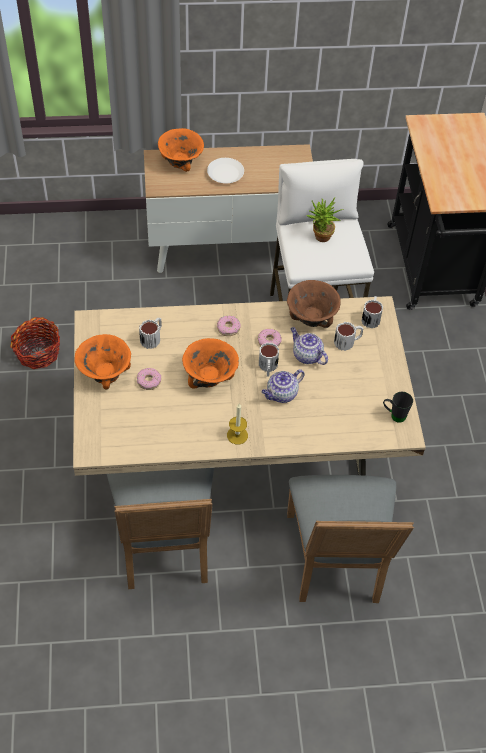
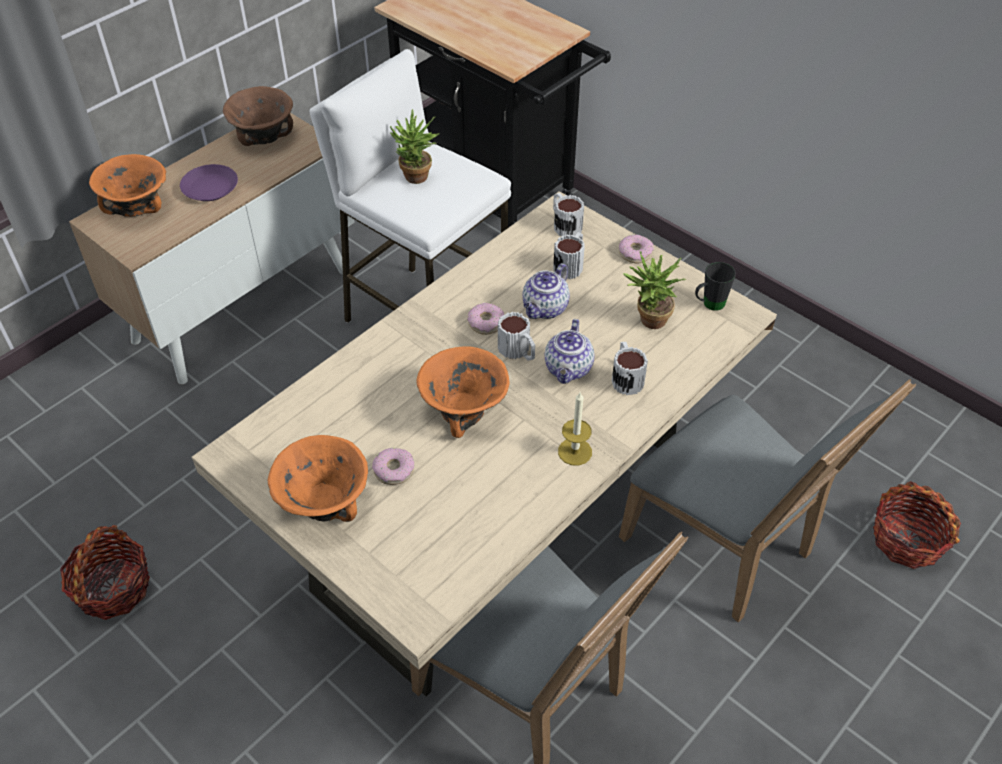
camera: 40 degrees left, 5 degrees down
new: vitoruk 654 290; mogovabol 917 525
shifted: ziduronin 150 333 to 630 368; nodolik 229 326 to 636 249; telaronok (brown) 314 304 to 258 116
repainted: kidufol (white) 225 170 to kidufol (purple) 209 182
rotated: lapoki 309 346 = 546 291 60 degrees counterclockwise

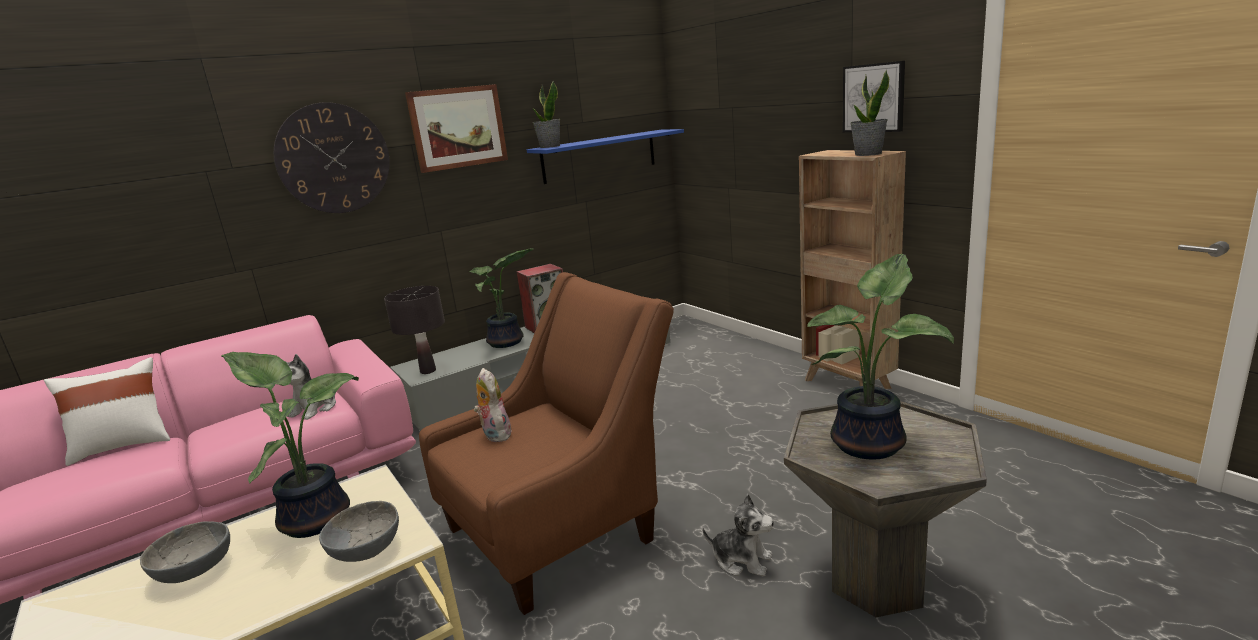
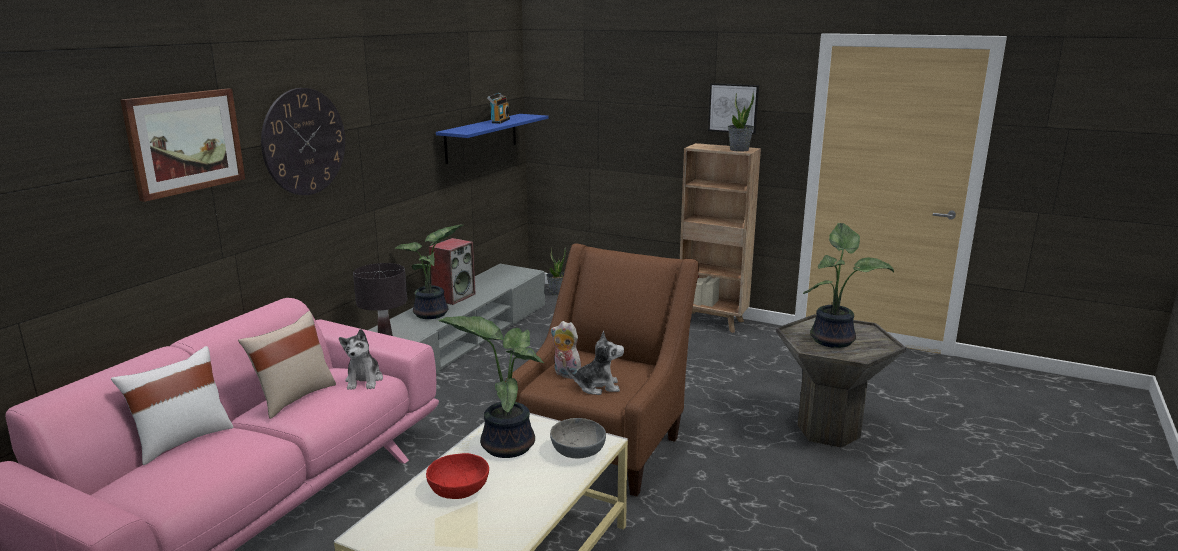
camera: 30 degrees left, 0 degrees up
new: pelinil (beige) 287 365; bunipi 498 108
shifted: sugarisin 456 128 to 182 145; vitoruk 546 114 to 556 271; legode 738 535 to 595 363
repainted: telaronok (grey) 185 552 to telaronok (red) 457 476

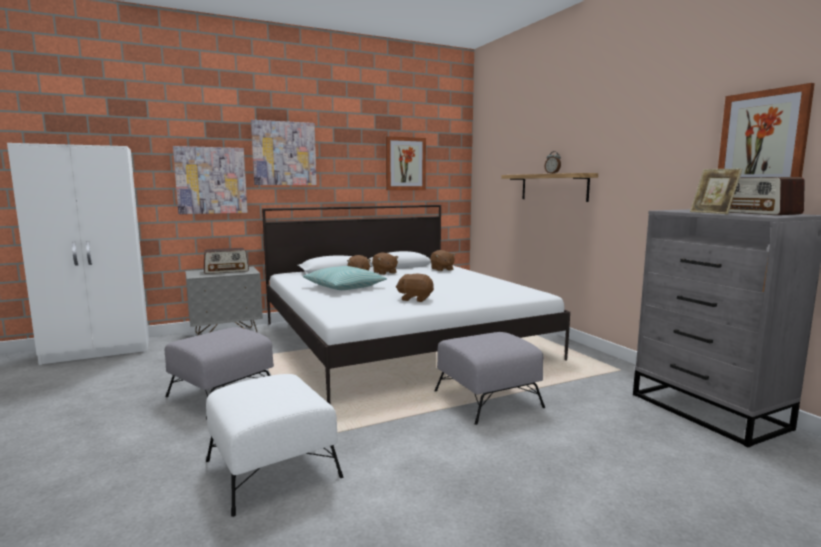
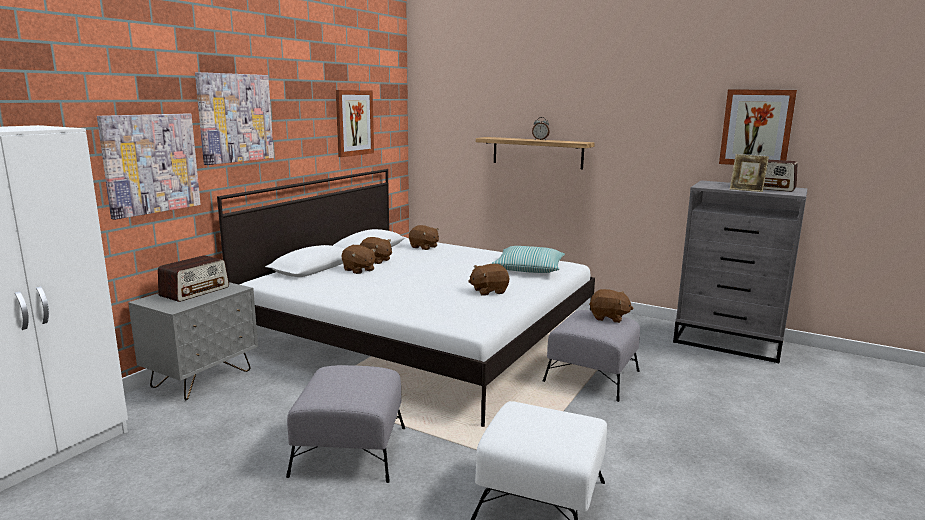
camera: 35 degrees left, 5 degrees up
new: legode (brown) 611 306
shifted: pelinil 345 278 to 528 259

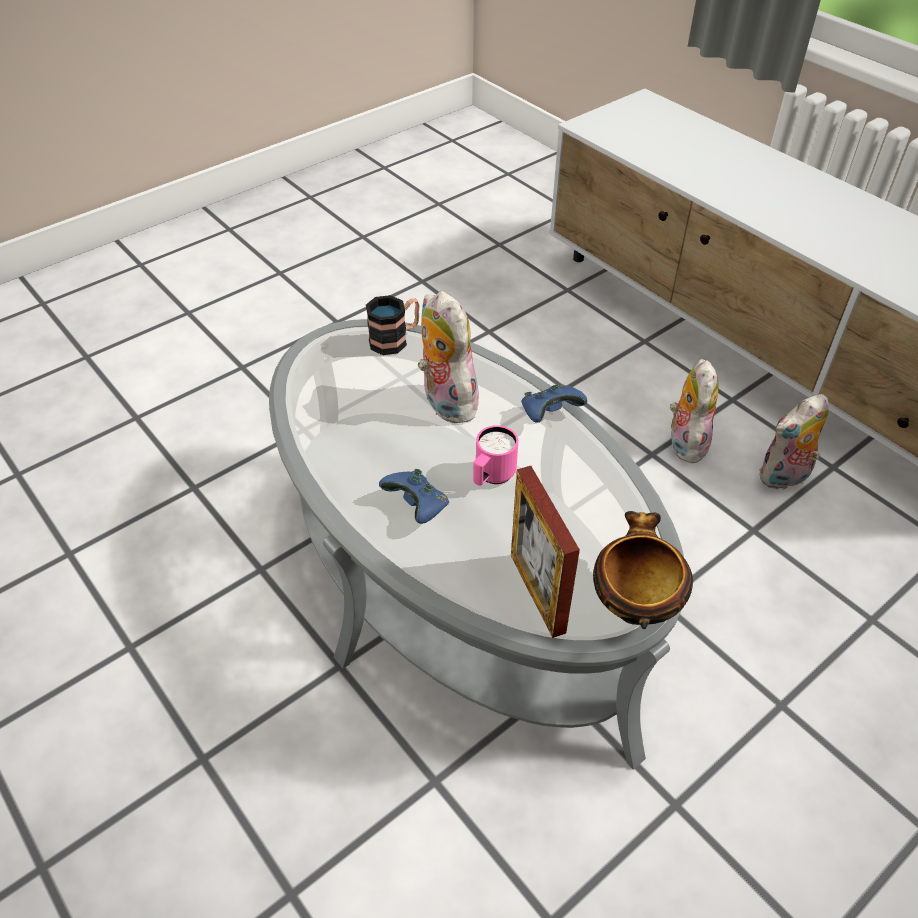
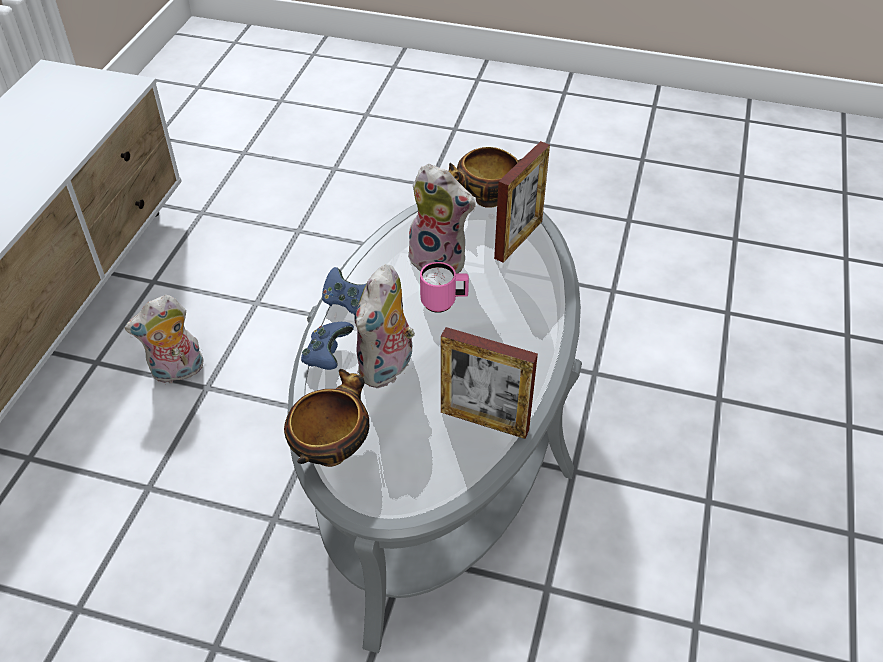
camera: 125 degrees left, 0 degrees up
new: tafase 489 383
shifted: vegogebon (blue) 414 496 to 327 346; legode 794 442 to 442 219
swapped: ziduronin 393 325 to telaronok 326 418

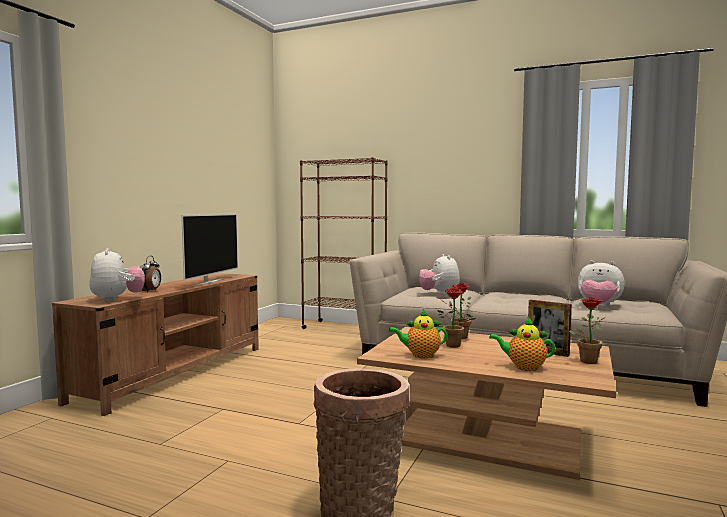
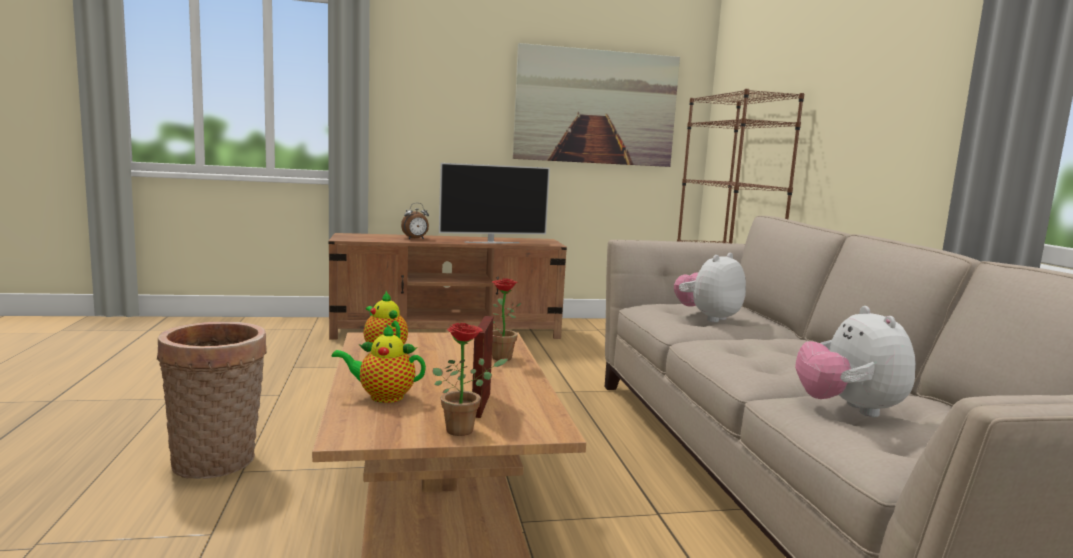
camera: 55 degrees right, 5 degrees up
gone: legode 117 275; vitoruk 457 317
new: sugarisin 596 105
rotated: lapoki 522 344 = 379 363 75 degrees counterclockwise

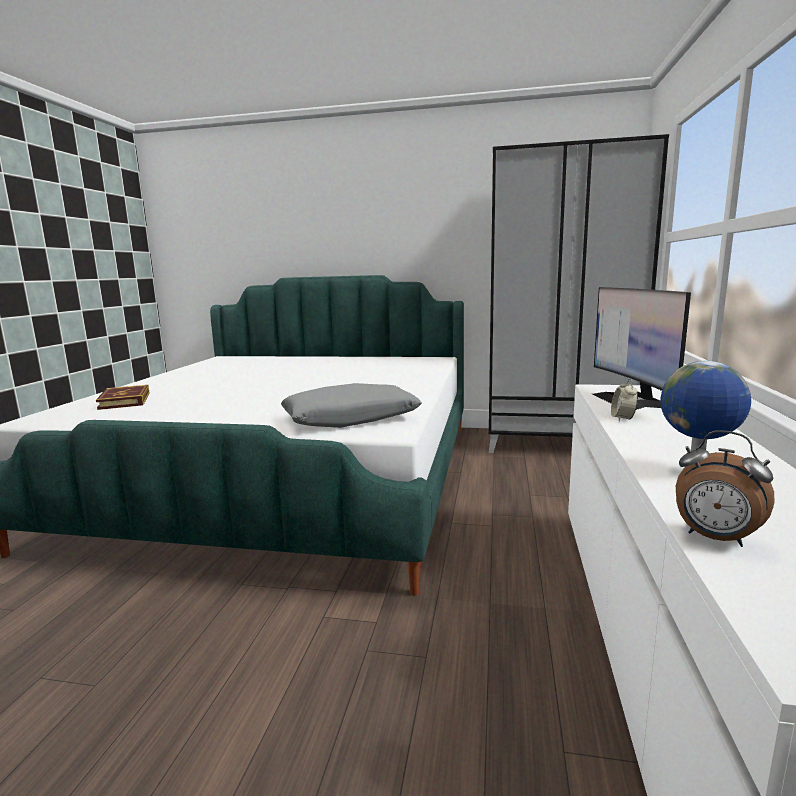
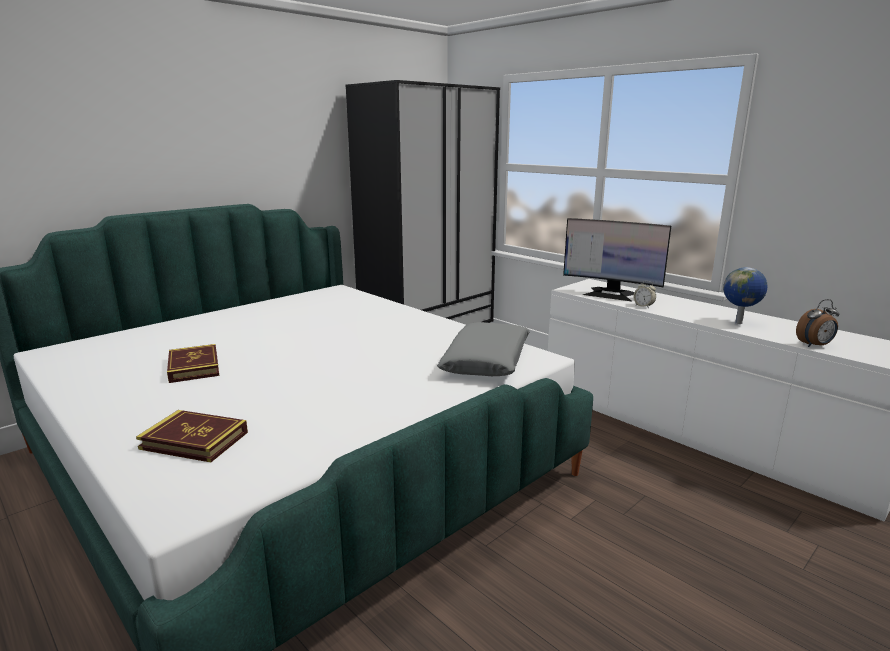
camera: 55 degrees left, 5 degrees up
new: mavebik 193 363

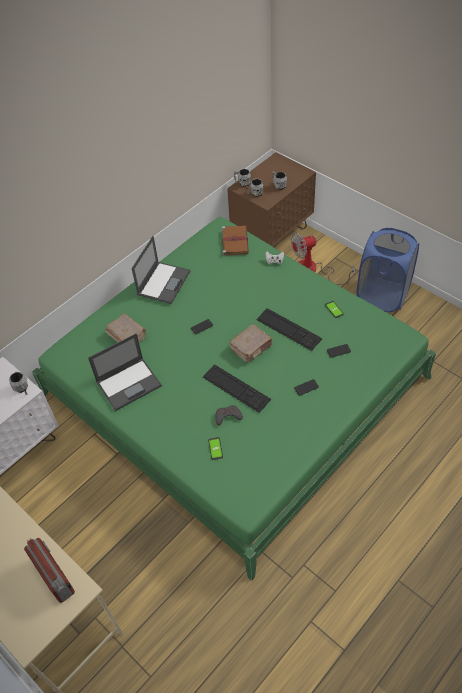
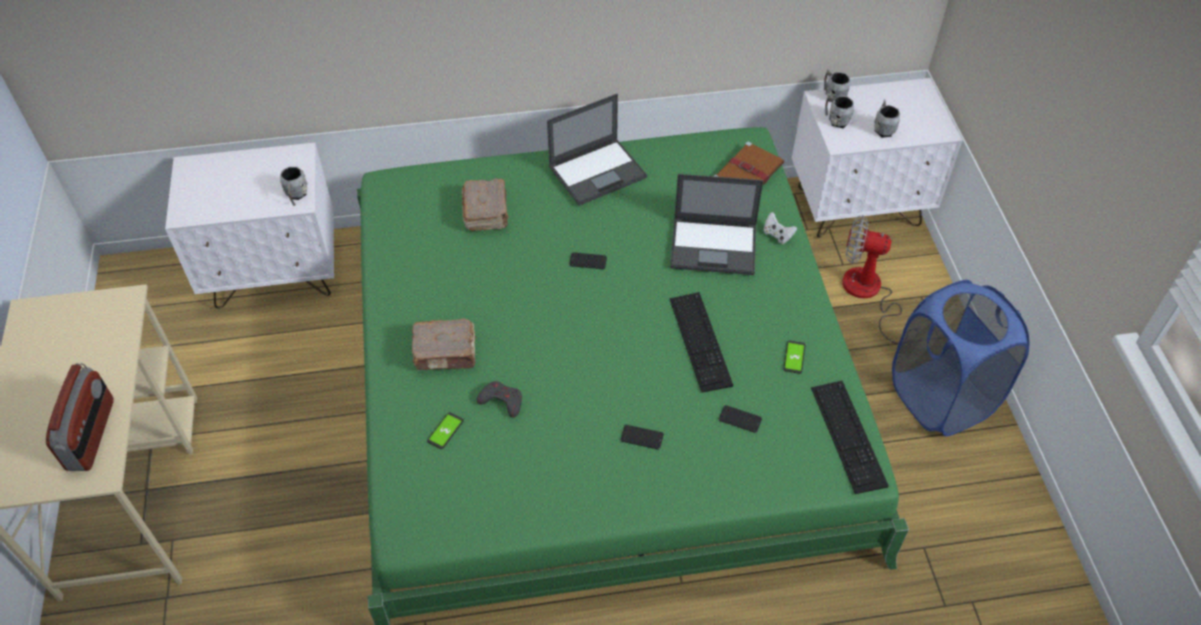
camera: 35 degrees right, 0 degrees up
shifted: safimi 125 372 to 716 224; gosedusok 237 388 to 850 437; mavebik (brown) 250 343 to 444 344
repainted: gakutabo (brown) 271 199 to gakutabo (white) 877 158

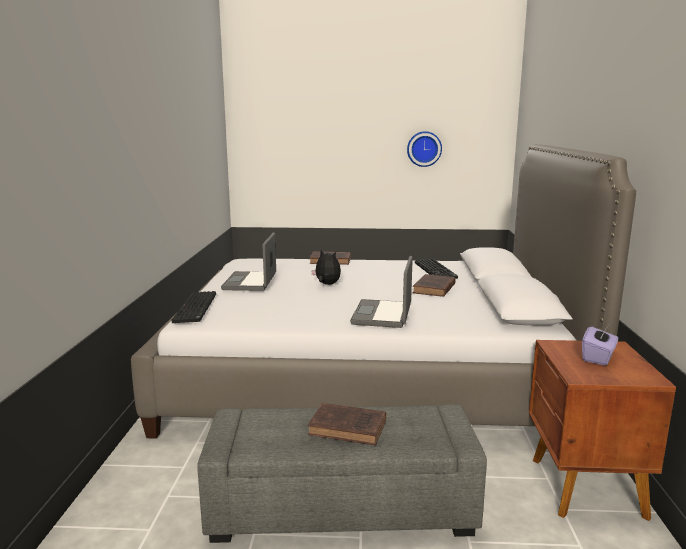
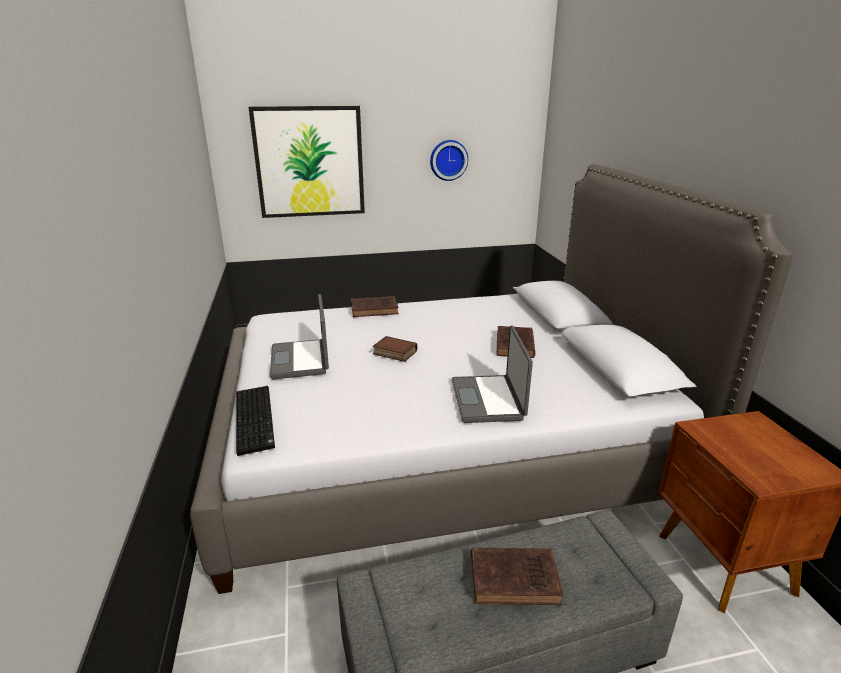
camera: 15 degrees left, 10 degrees up
gone: gosedusok 436 269; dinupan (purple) 600 345
new: sugarisin 307 162
swapped: legode 326 267 to mavebik 395 349

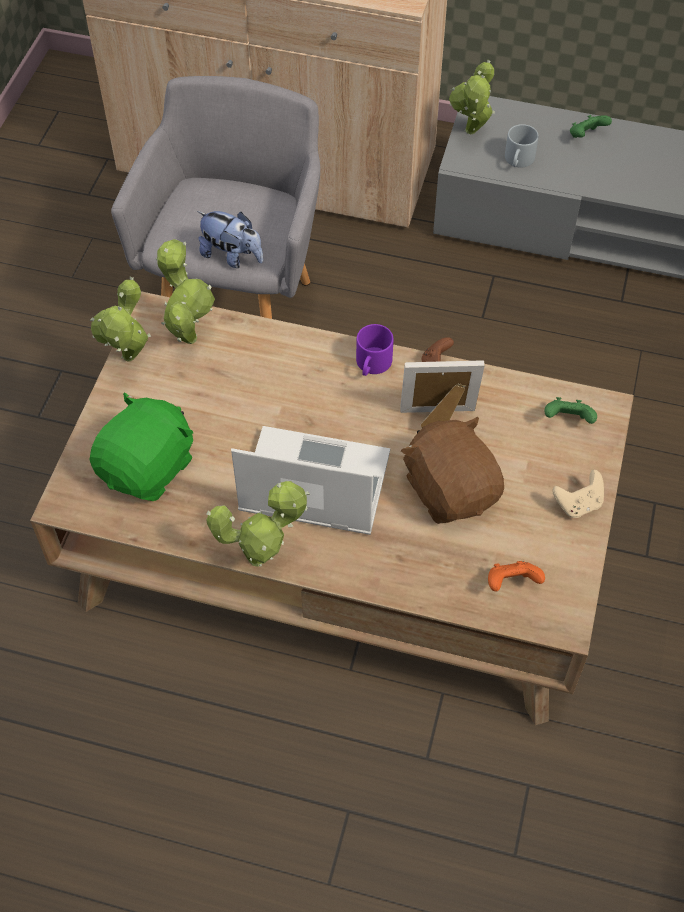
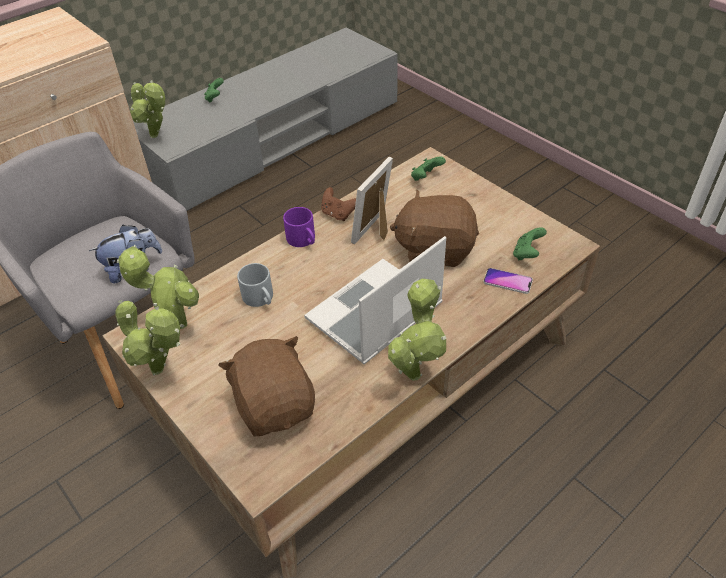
camera: 55 degrees left, 10 degrees down
gone: vegogebon (beige) 578 494
new: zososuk 508 281
shifted: ziduronin (grey) 522 146 to 255 285
repainted: legode (green) 141 447 to legode (brown) 266 386; vegogebon (orange) 516 576 to vegogebon (green) 530 244

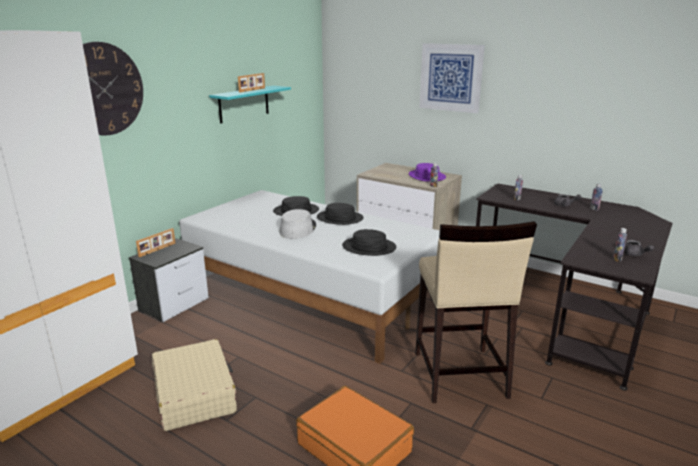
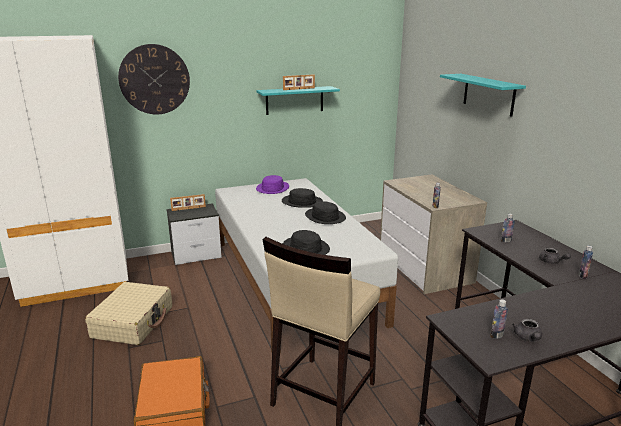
camera: 35 degrees right, 0 degrees up
gone: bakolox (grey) 298 224
shifted: bakolox (purple) 427 172 to 272 184
swapped: sugarisin 452 78 to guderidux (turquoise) 483 95

